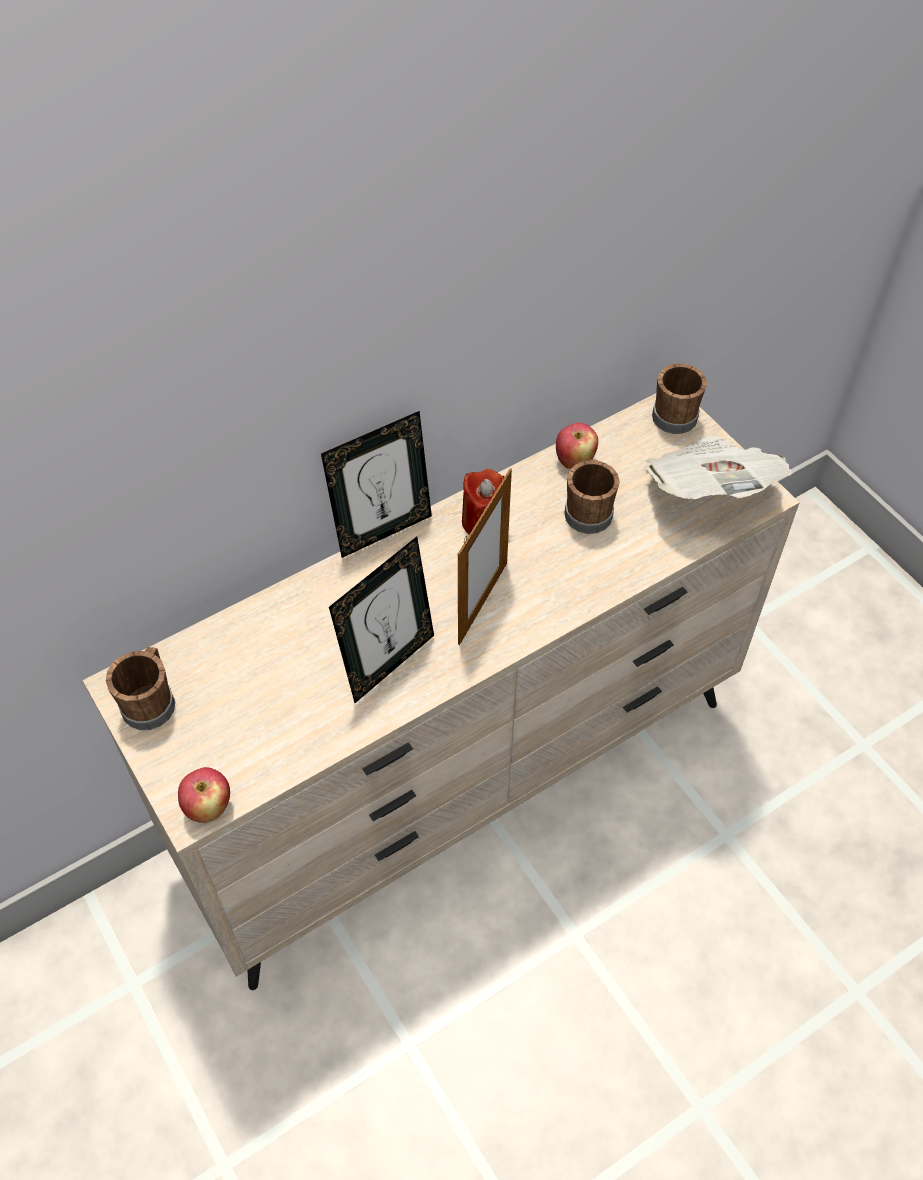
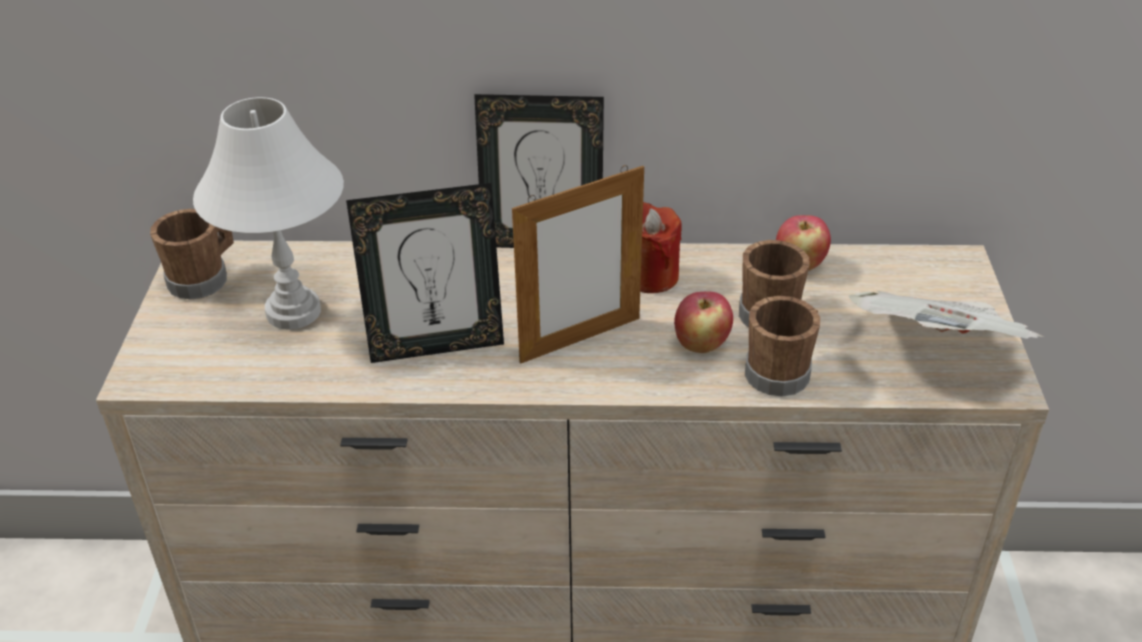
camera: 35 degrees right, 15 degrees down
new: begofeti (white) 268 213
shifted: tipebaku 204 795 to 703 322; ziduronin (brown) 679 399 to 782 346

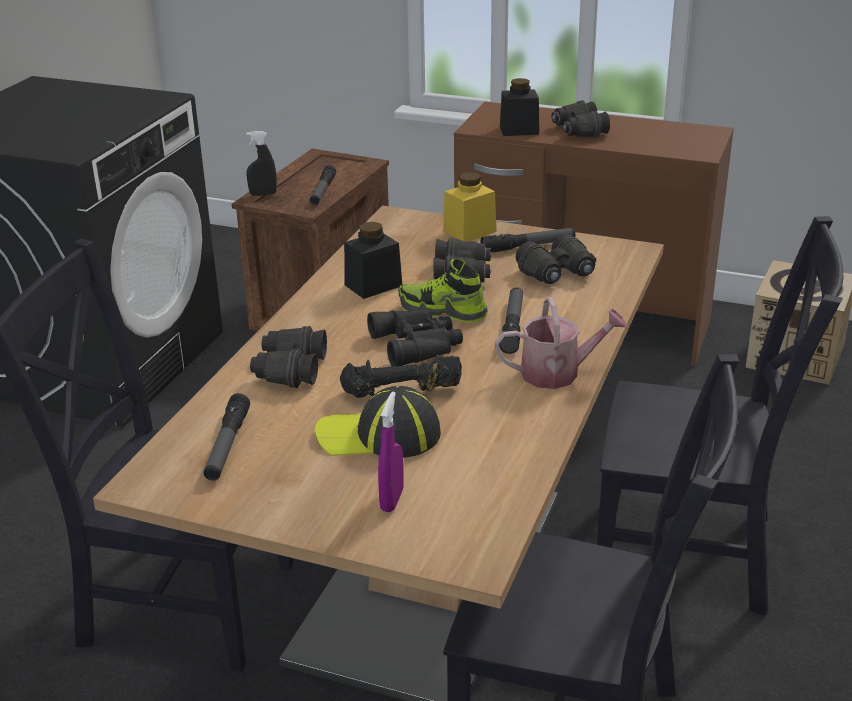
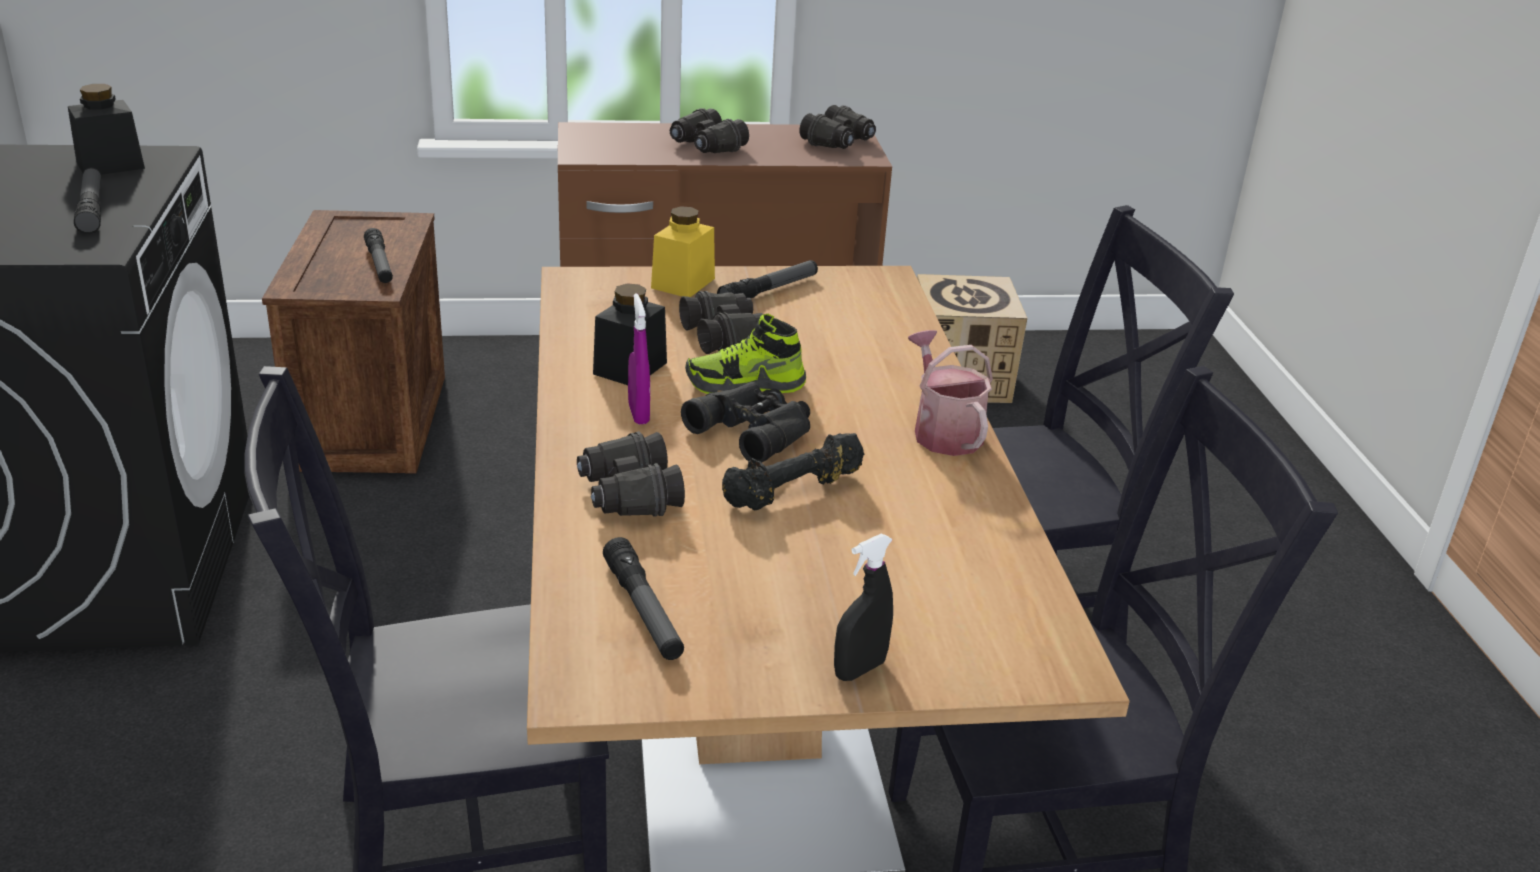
camera: 30 degrees left, 0 degrees up
gone: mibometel 378 422
shifted: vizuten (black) 261 163 to 863 607; vizuten (purple) 391 451 to 639 359; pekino 511 321 to 87 201; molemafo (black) 519 107 to 106 129; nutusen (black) 556 259 to 837 127
rotated: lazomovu 561 343 = 950 393 75 degrees counterclockwise

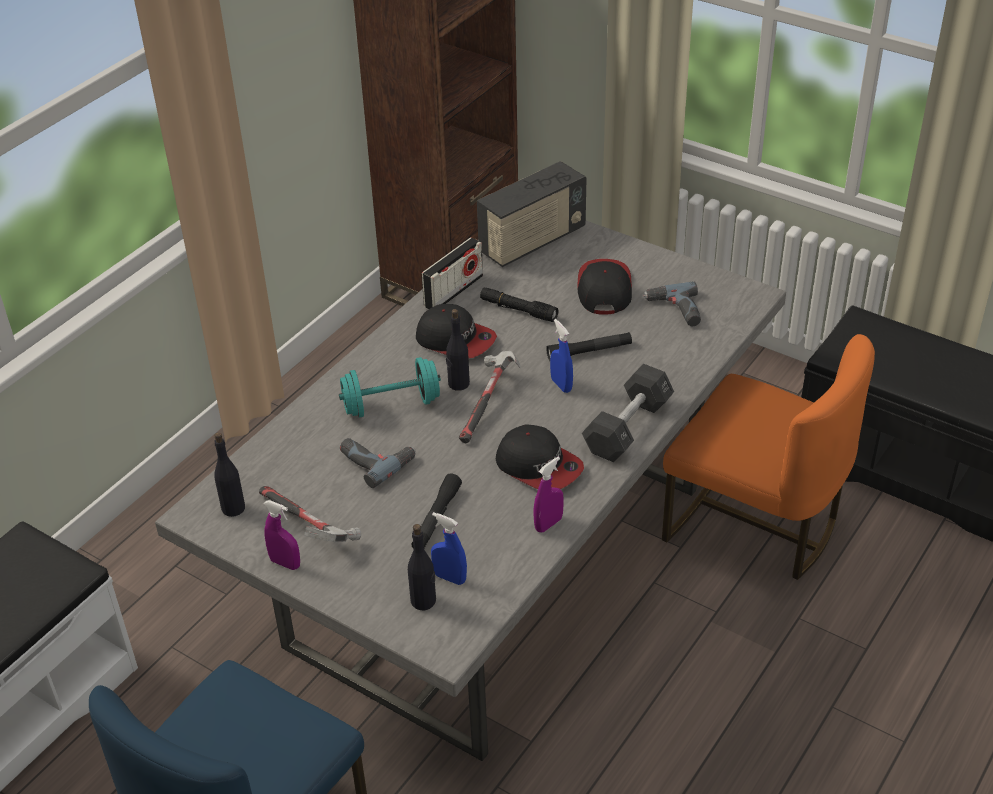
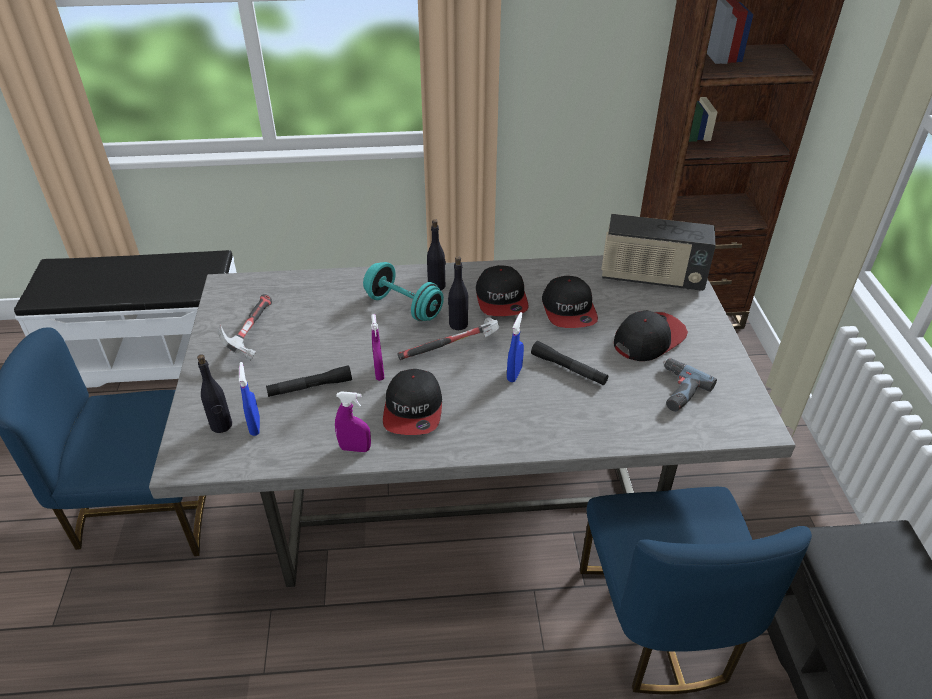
camera: 50 degrees right, 0 degrees up
gone: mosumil 378 463; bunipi 452 273; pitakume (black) 628 413
shifted: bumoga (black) 229 474 to 436 254; vizuten (purple) 282 535 to 377 347
swapped: pekino (black) 519 305 to mibometel 570 302
repainted: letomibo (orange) 768 457 to letomibo (blue) 696 590

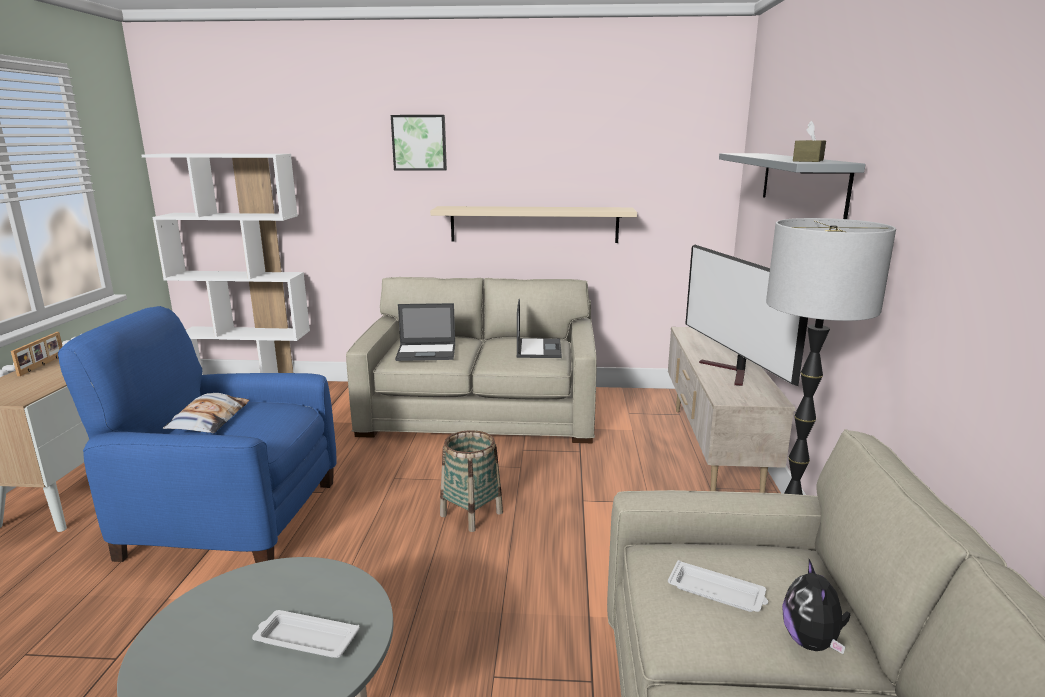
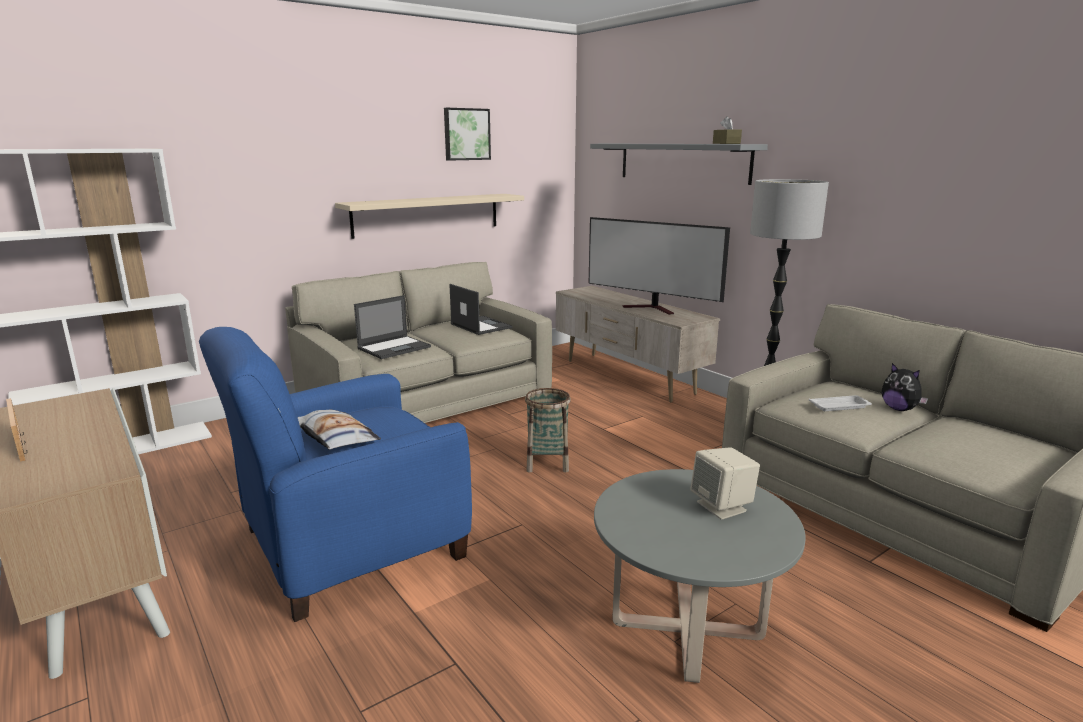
camera: 40 degrees left, 0 degrees up
shifted: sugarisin 419 143 to 467 134
swapped: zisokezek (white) 306 634 to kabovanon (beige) 725 483

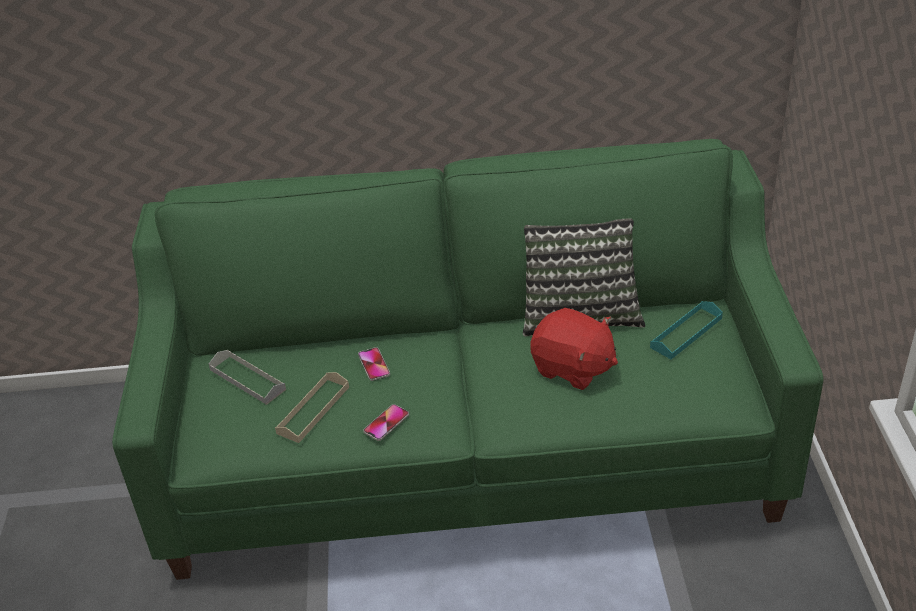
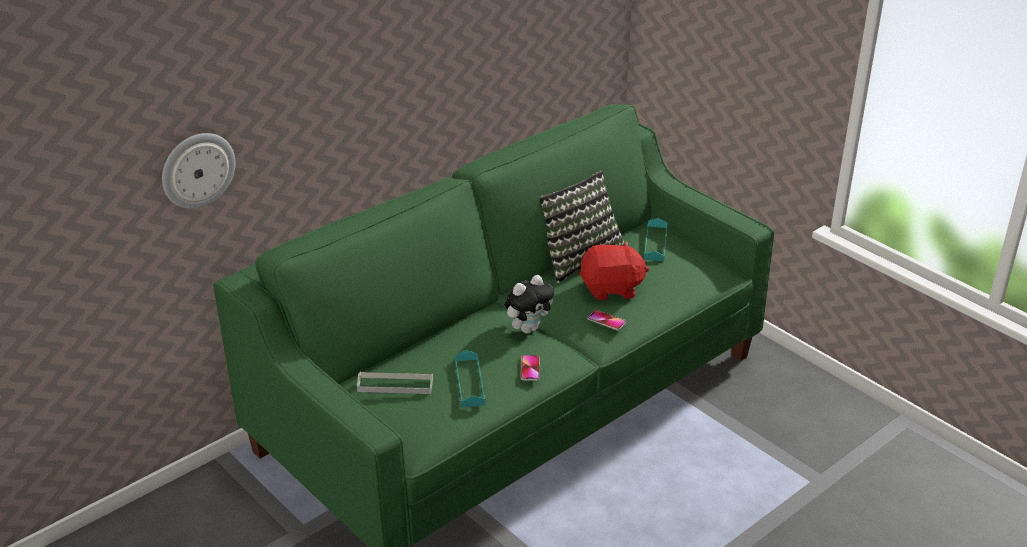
camera: 40 degrees left, 5 degrees down
new: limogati 198 171; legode 529 304
shifted: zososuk 374 364 to 607 320
repainted: zisokezek (beige) 312 407 to zisokezek (turquoise) 470 378

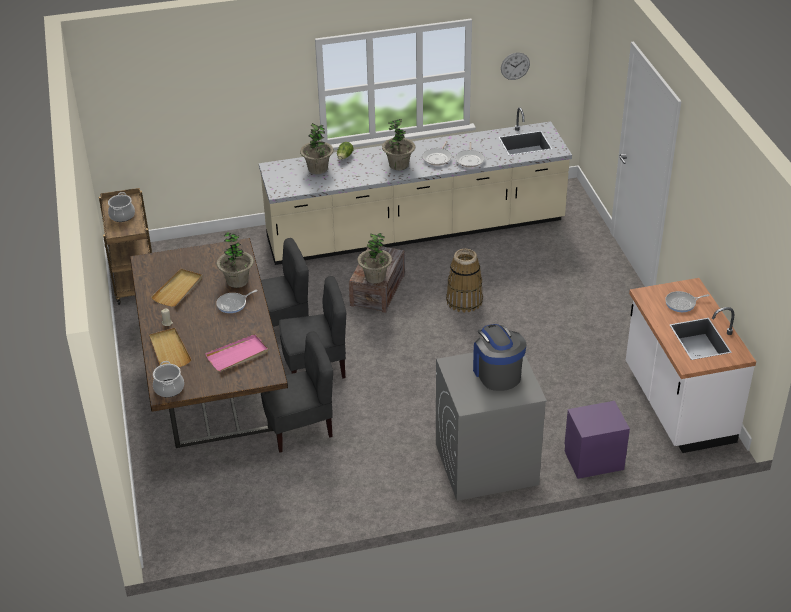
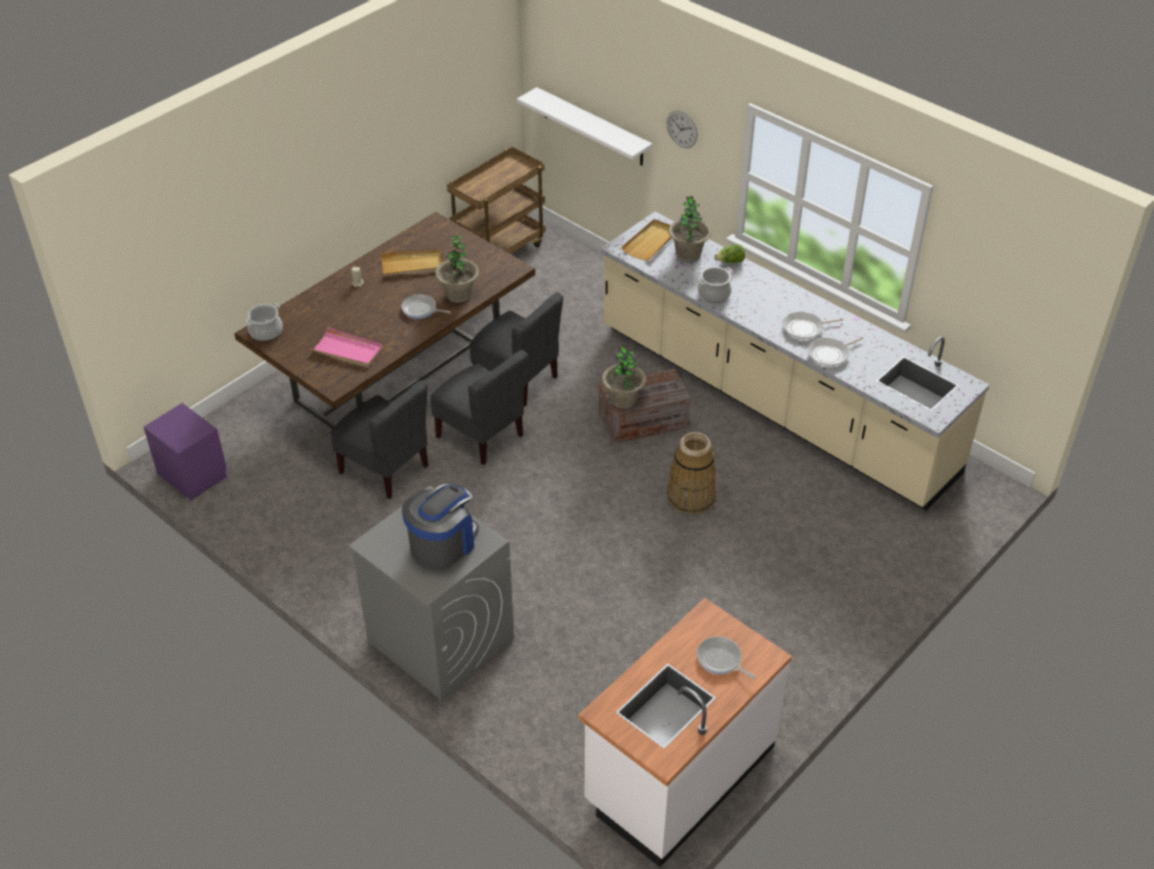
camera: 55 degrees right, 5 degrees up
gone: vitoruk 398 144
new: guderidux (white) 584 126
shifted: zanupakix 121 207 to 715 285; zisokezek (beige) 170 347 to 646 239; limogati 515 66 to 682 129; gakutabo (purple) 597 440 to 185 451

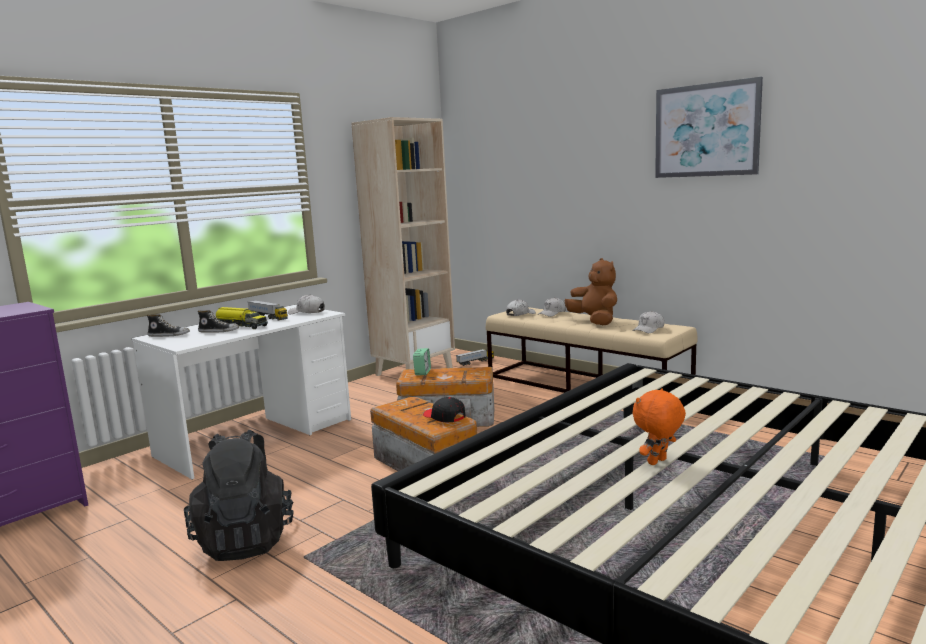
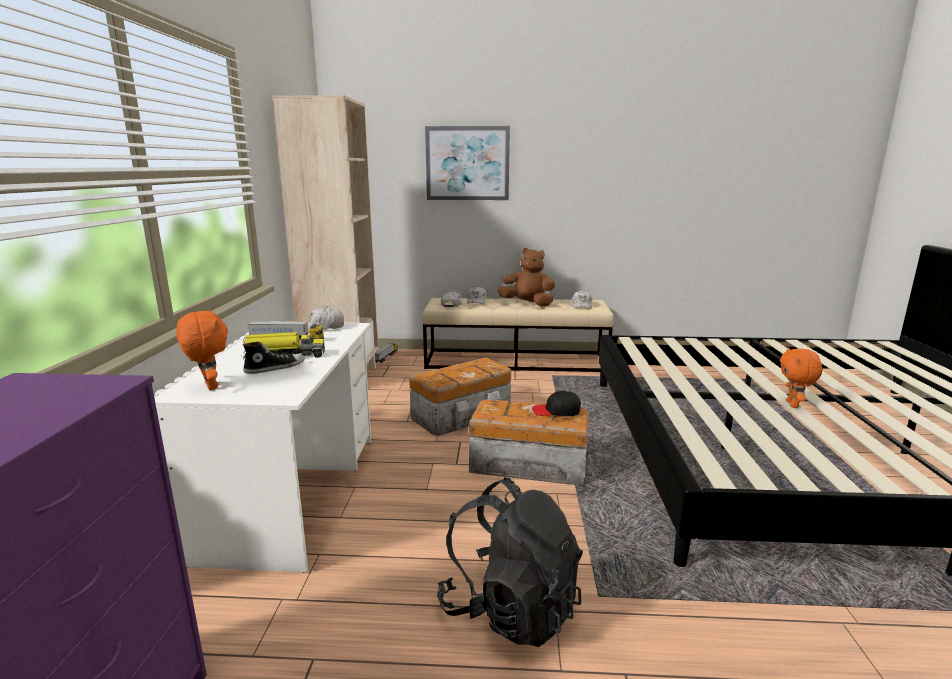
camera: 40 degrees left, 5 degrees up
gone: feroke 422 361
shifted: sugarisin 709 127 to 467 163
swapped: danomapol 168 325 to legode (orange) 202 350

